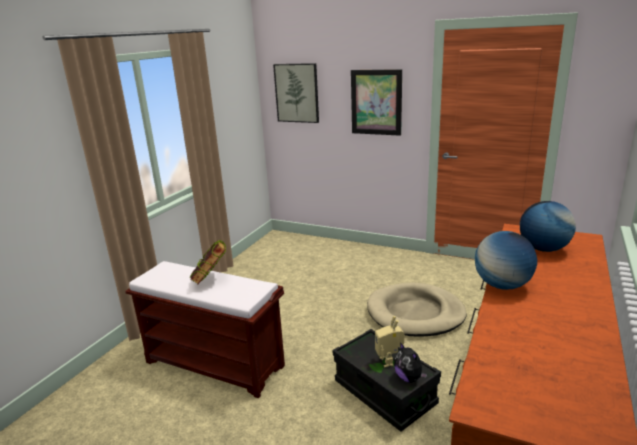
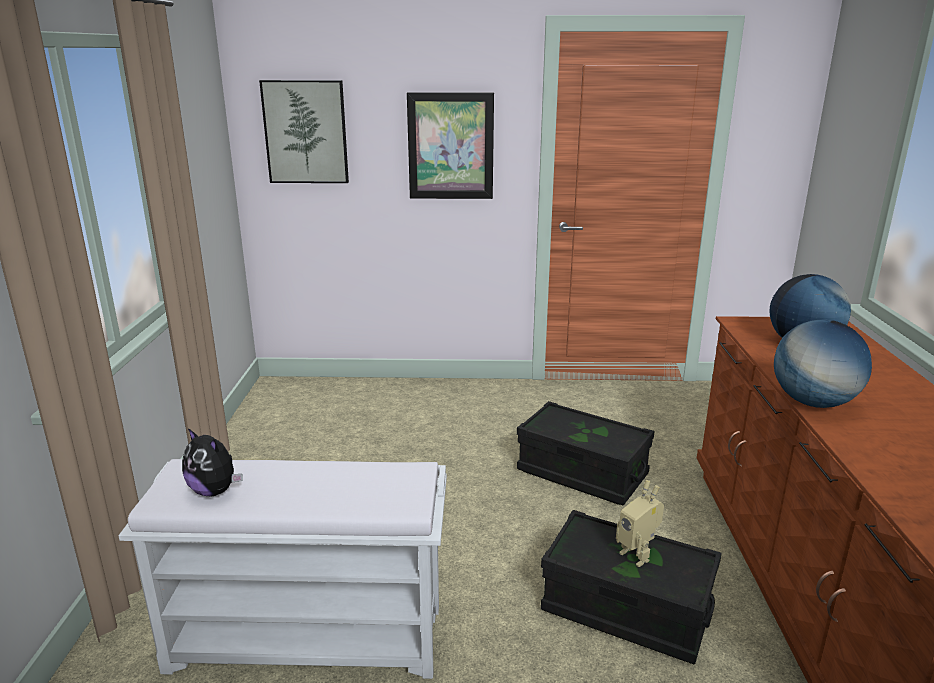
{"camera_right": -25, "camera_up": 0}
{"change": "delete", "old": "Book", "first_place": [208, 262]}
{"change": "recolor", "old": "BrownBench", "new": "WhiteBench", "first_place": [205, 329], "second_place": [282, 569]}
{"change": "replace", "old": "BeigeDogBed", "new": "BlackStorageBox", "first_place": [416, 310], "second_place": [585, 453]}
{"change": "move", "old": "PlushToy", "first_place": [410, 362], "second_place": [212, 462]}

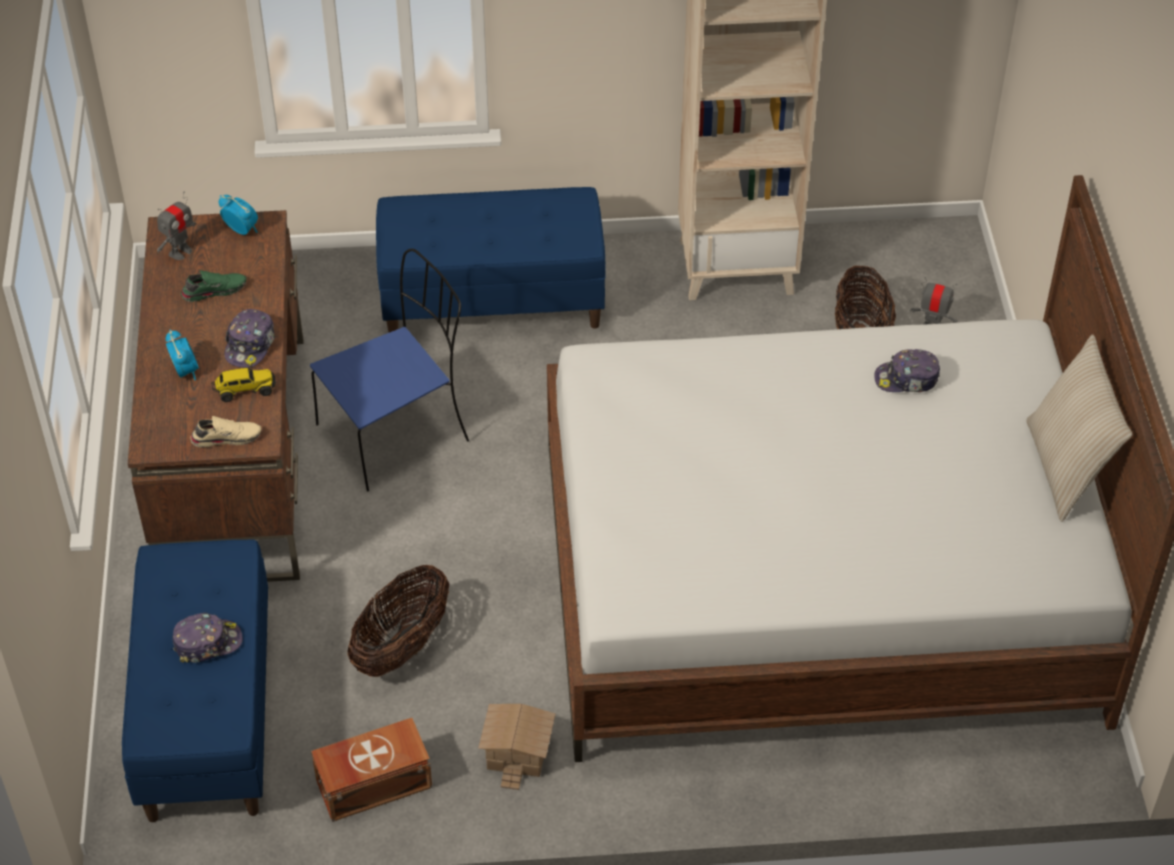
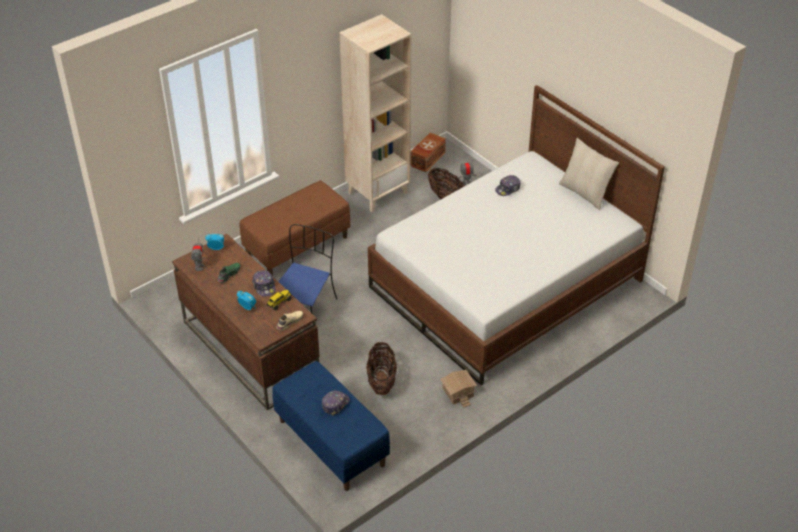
{"camera_right": -35, "camera_up": -5}
{"change": "recolor", "old": "BlueBench", "new": "BrownBench", "first_place": [491, 260], "second_place": [294, 228]}
{"change": "move", "old": "BrownStorageBox", "first_place": [371, 770], "second_place": [428, 152]}

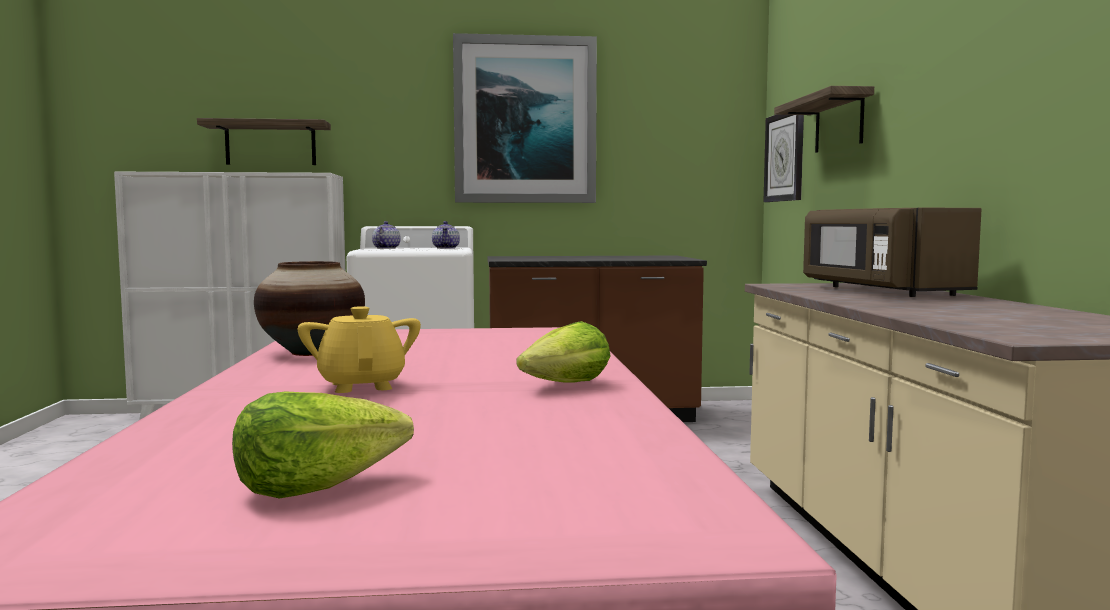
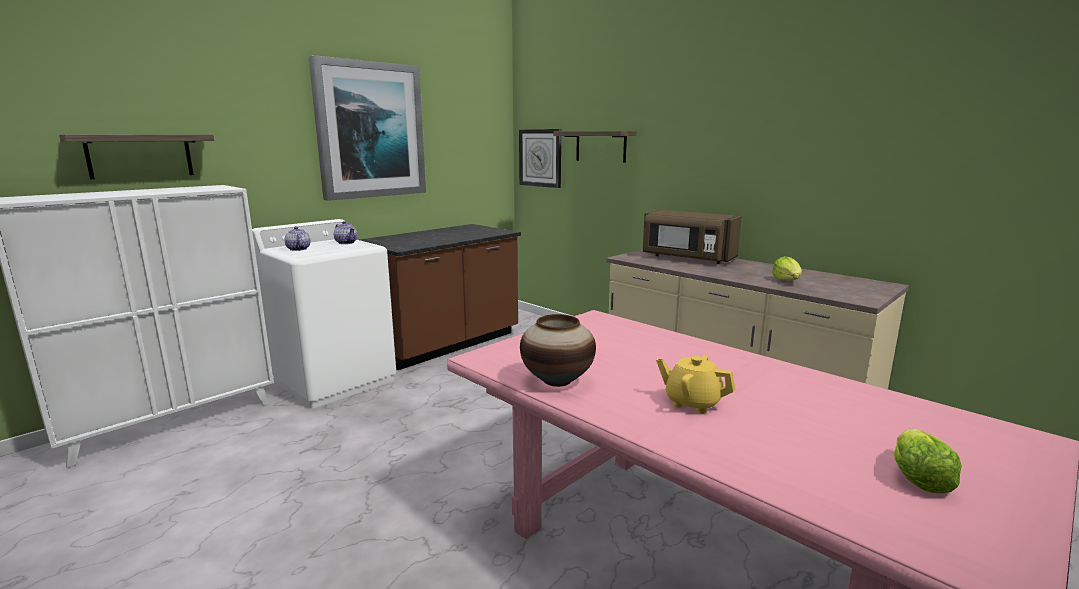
{"camera_right": -40, "camera_up": 10}
{"change": "move", "old": "Lettuce", "first_place": [563, 352], "second_place": [787, 268]}

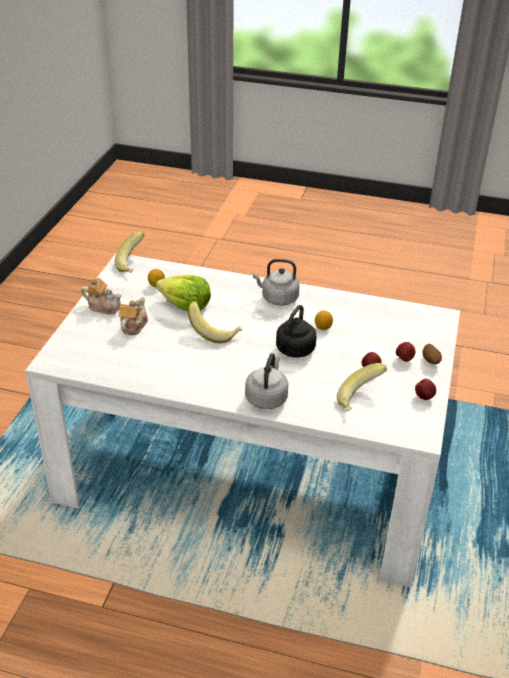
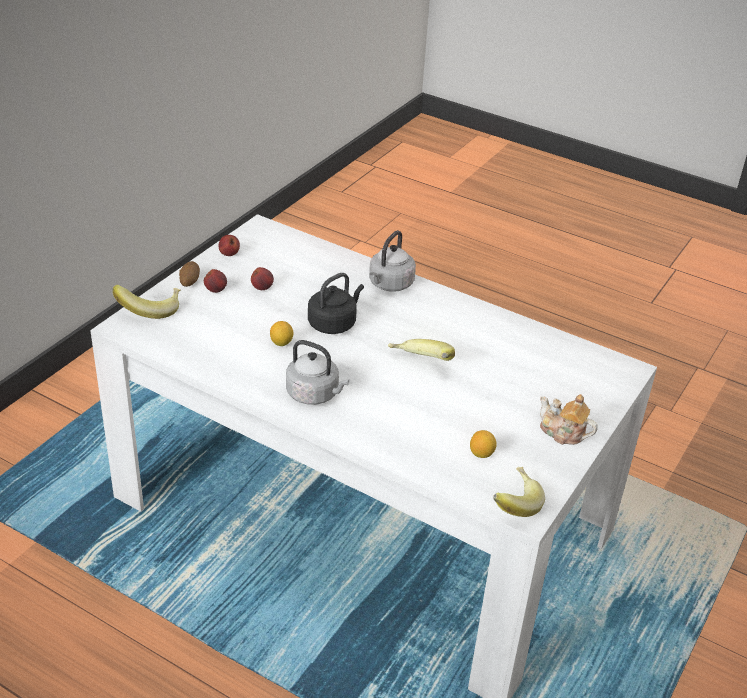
{"camera_right": -165, "camera_up": 0}
{"change": "delete", "old": "Lettuce", "first_place": [183, 293]}
{"change": "delete", "old": "Teapot", "first_place": [133, 316]}
{"change": "move", "old": "Banana", "first_place": [362, 387], "second_place": [147, 302]}

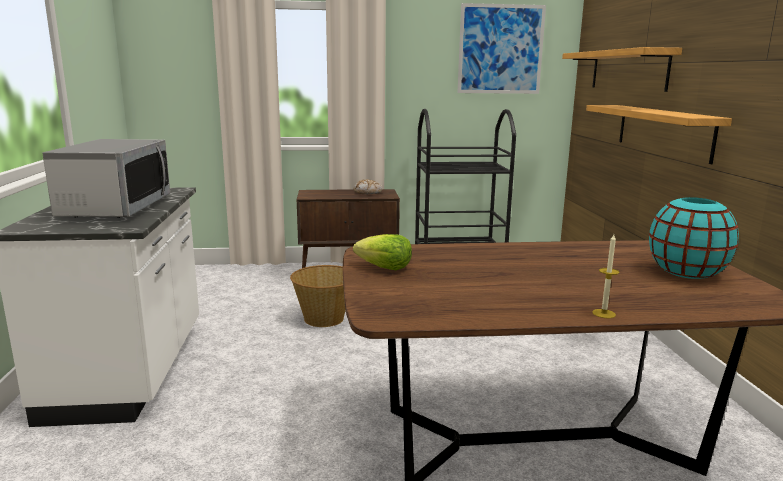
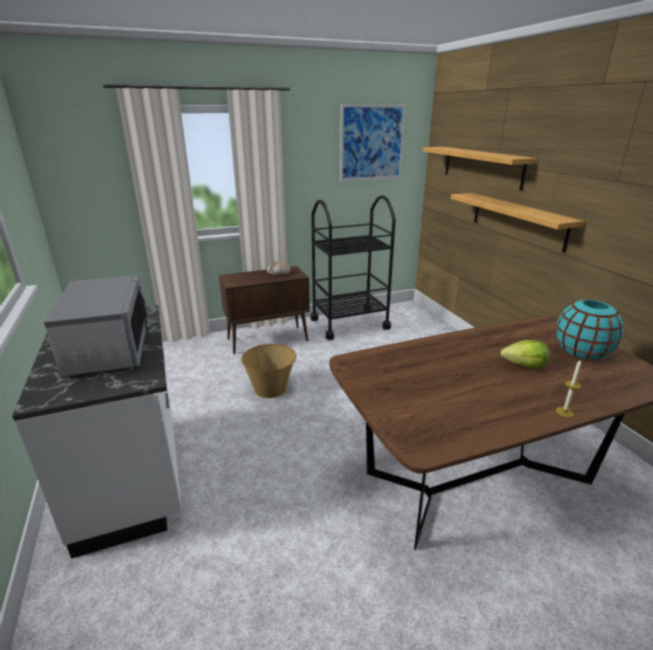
{"camera_right": -15, "camera_up": 10}
{"change": "move", "old": "Lettuce", "first_place": [382, 252], "second_place": [525, 354]}

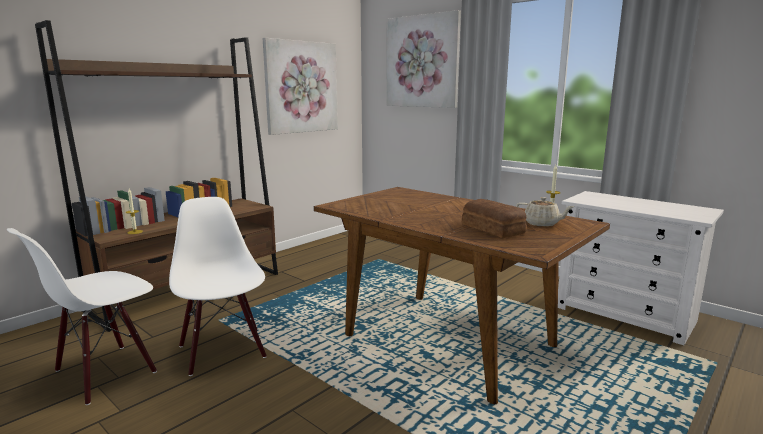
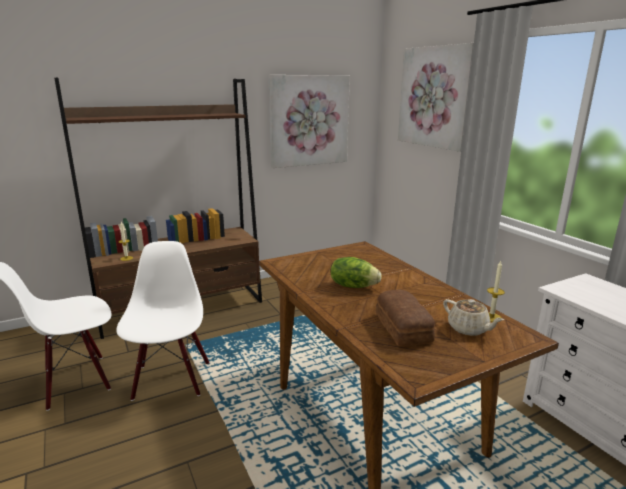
{"camera_right": 20, "camera_up": 5}
{"change": "insert", "new": "Lettuce", "second_place": [356, 272]}

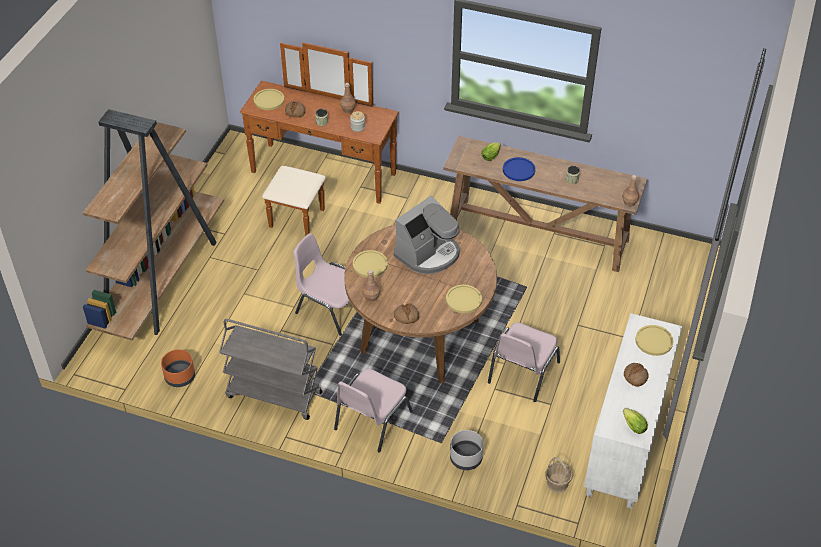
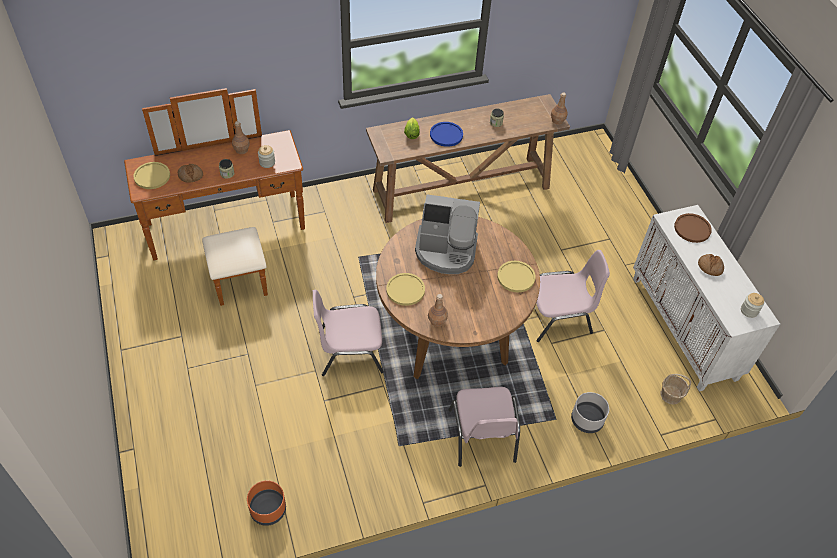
{"camera_right": -40, "camera_up": 5}
{"change": "delete", "old": "BrownBookcase", "first_place": [153, 225]}
{"change": "rotate", "old": "CoffeeMachine", "first_place": [427, 235], "second_place": [447, 234], "degrees": 90}
{"change": "delete", "old": "Bread", "first_place": [406, 314]}
{"change": "delete", "old": "GreyCart", "first_place": [271, 369]}
{"change": "rotate", "old": "PinkChair", "first_place": [524, 362], "second_place": [573, 296], "degrees": -90}
{"change": "recolor", "old": "YellowPlate", "new": "BrownPlate", "first_place": [654, 340], "second_place": [693, 228]}
{"change": "replace", "old": "Lettuce", "new": "Jar", "first_place": [635, 421], "second_place": [752, 305]}

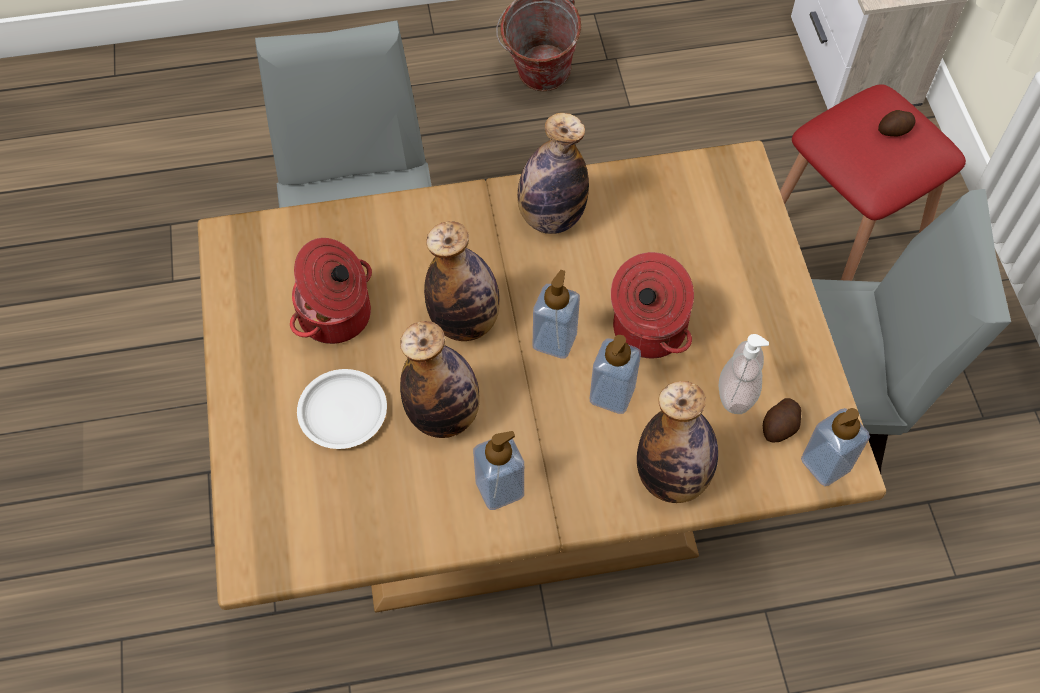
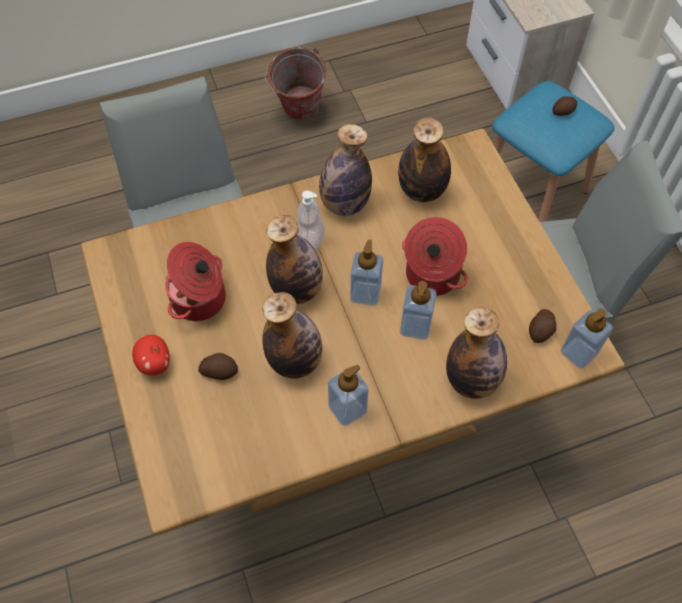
{"camera_right": -10, "camera_up": 0}
{"change": "recolor", "old": "RedStool", "new": "BlueStool", "first_place": [873, 183], "second_place": [553, 151]}
{"change": "move", "old": "SoapDispenser", "first_place": [744, 374], "second_place": [310, 220]}
{"change": "replace", "old": "WhitePlate", "new": "Potato", "first_place": [342, 409], "second_place": [218, 366]}
{"change": "insert", "new": "Bottle", "second_place": [424, 159]}
{"change": "insert", "new": "Apple", "second_place": [151, 355]}

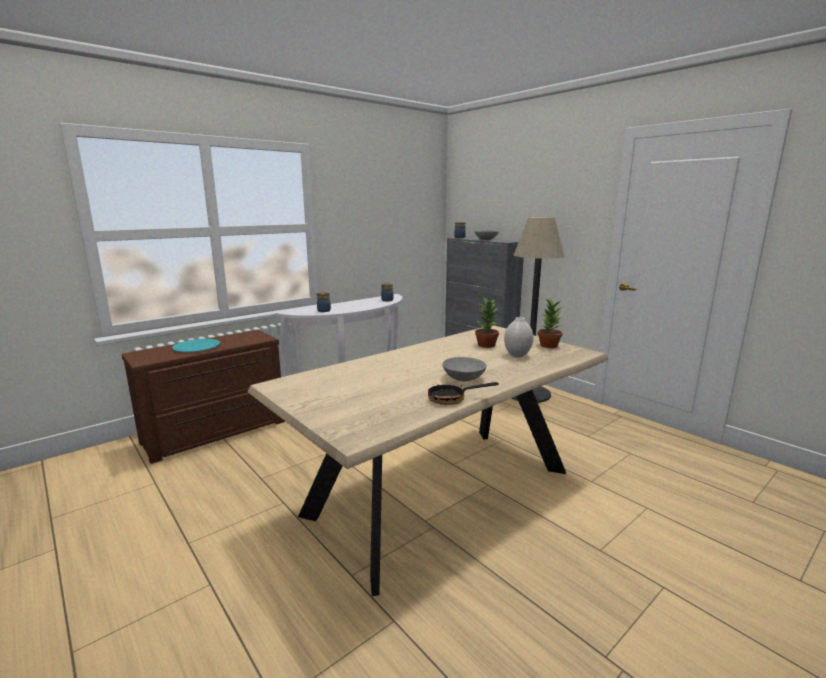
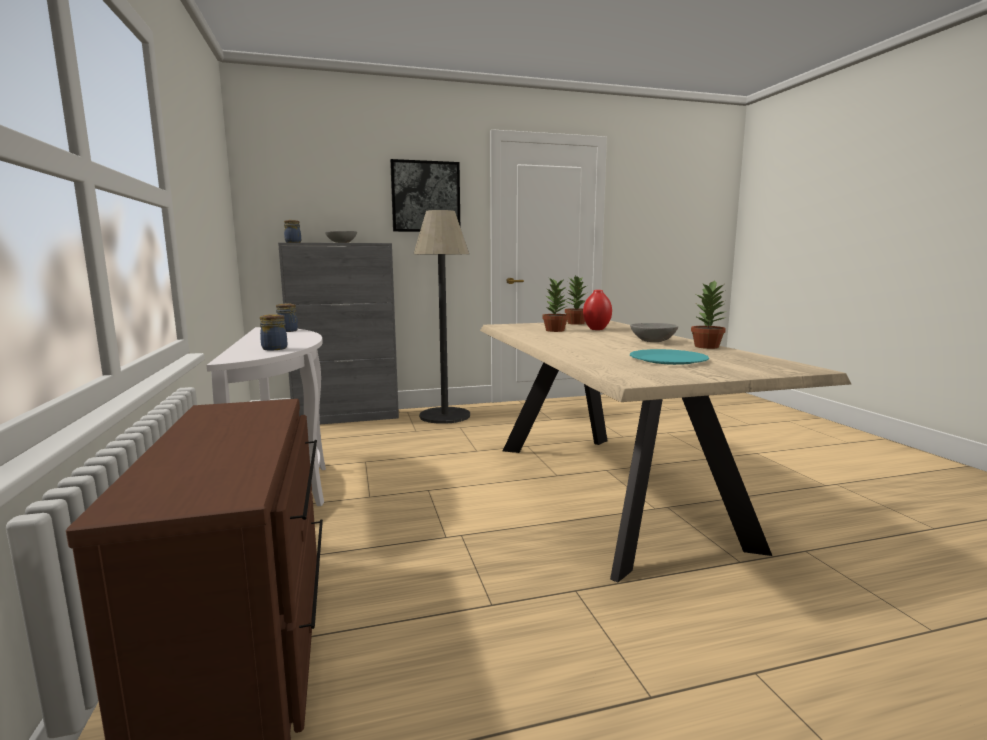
{"camera_right": -65, "camera_up": -5}
{"change": "recolor", "old": "WhiteVase", "new": "RedVase", "first_place": [518, 337], "second_place": [597, 310]}
{"change": "move", "old": "TurquoisePlate", "first_place": [196, 345], "second_place": [669, 357]}
{"change": "replace", "old": "FryingPan", "new": "PottedPlant", "first_place": [463, 393], "second_place": [708, 314]}
{"change": "insert", "new": "Picture", "second_place": [425, 195]}

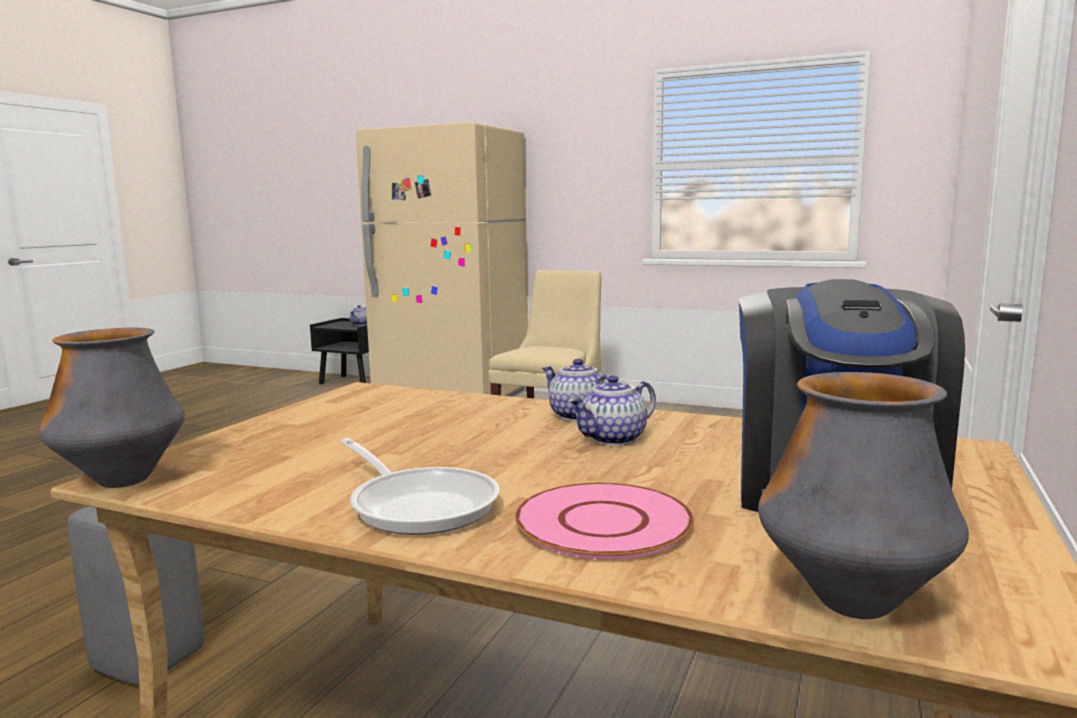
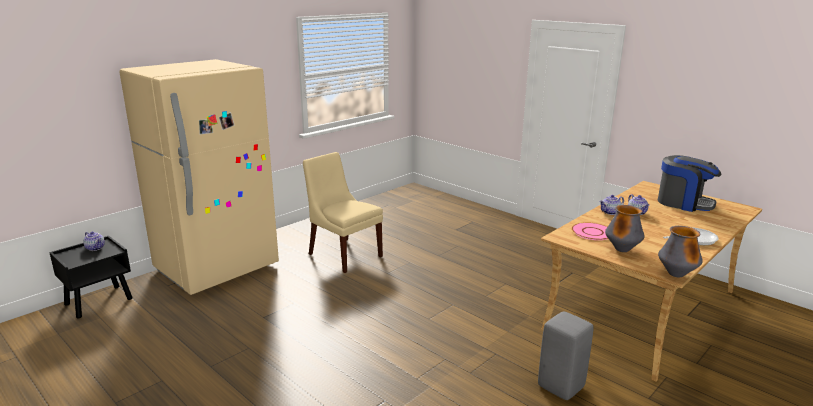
{"camera_right": -70, "camera_up": 10}
{"change": "move", "old": "Vase", "first_place": [863, 495], "second_place": [625, 228]}
{"change": "move", "old": "PinkPlate", "first_place": [604, 521], "second_place": [590, 231]}

